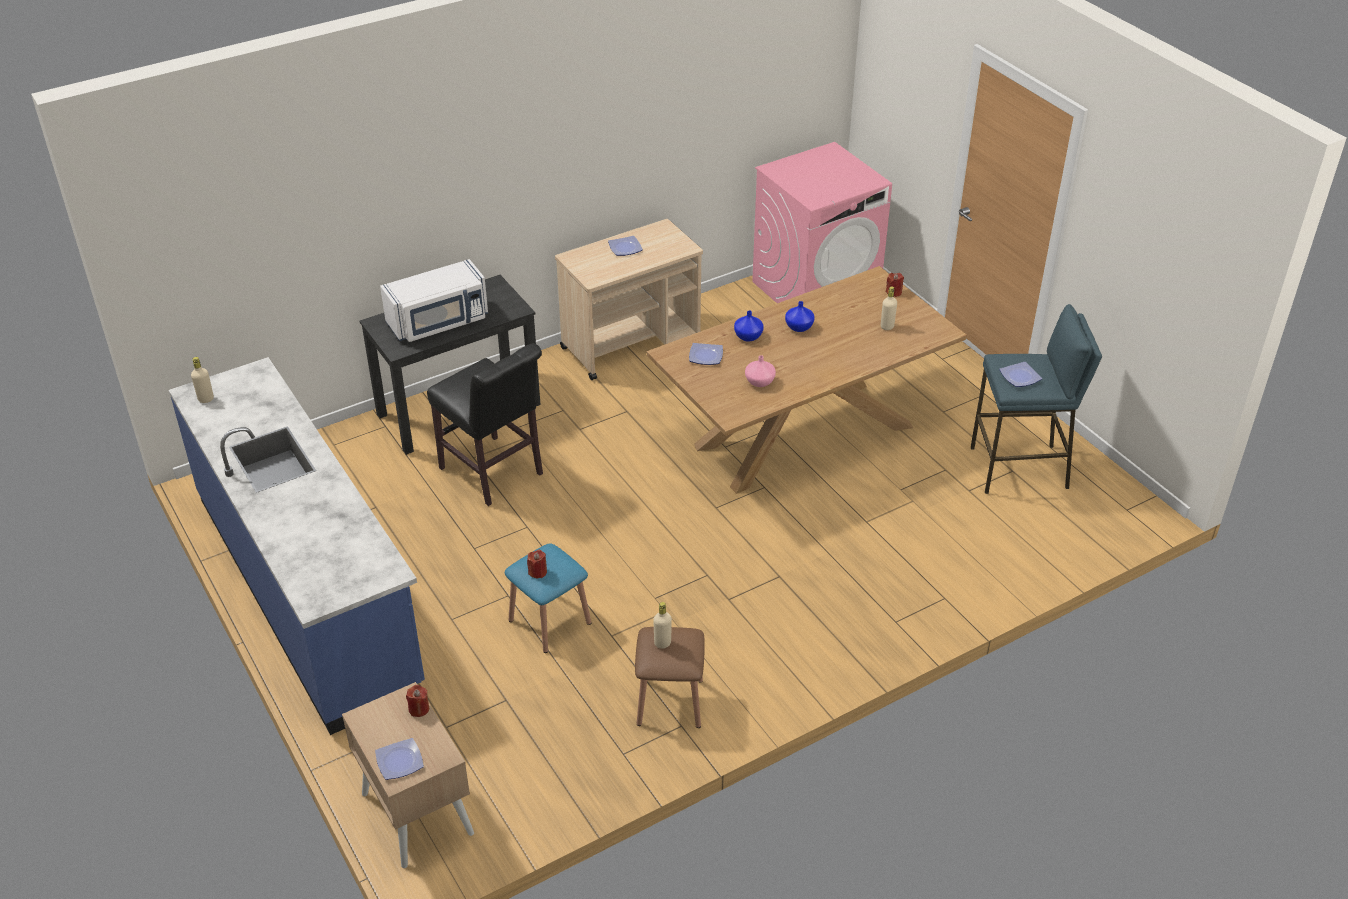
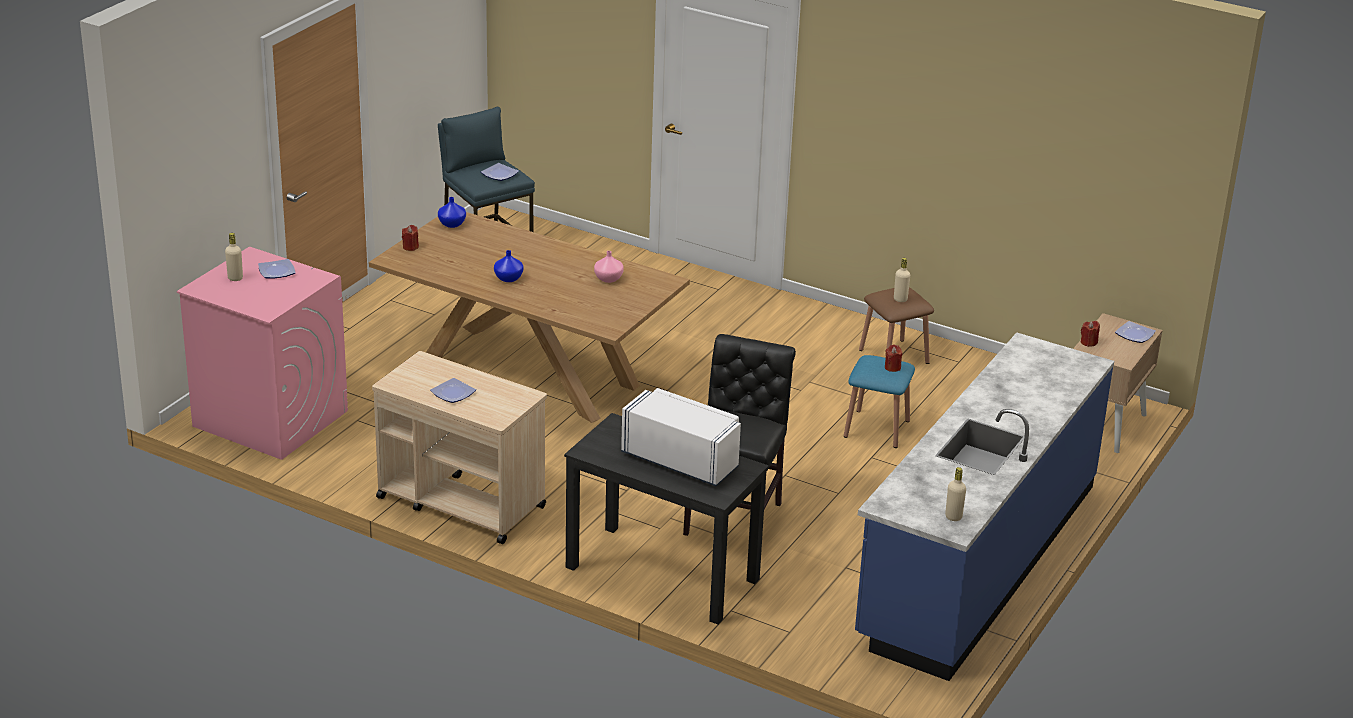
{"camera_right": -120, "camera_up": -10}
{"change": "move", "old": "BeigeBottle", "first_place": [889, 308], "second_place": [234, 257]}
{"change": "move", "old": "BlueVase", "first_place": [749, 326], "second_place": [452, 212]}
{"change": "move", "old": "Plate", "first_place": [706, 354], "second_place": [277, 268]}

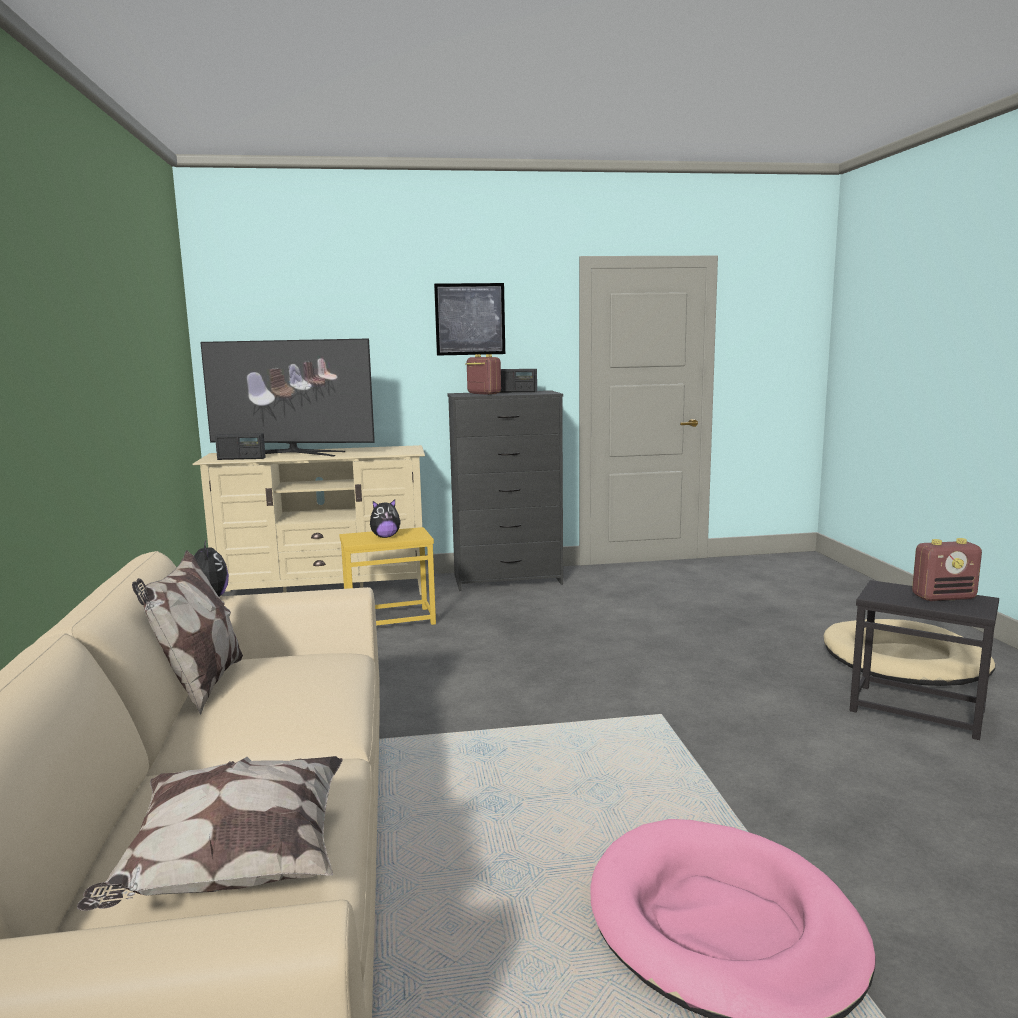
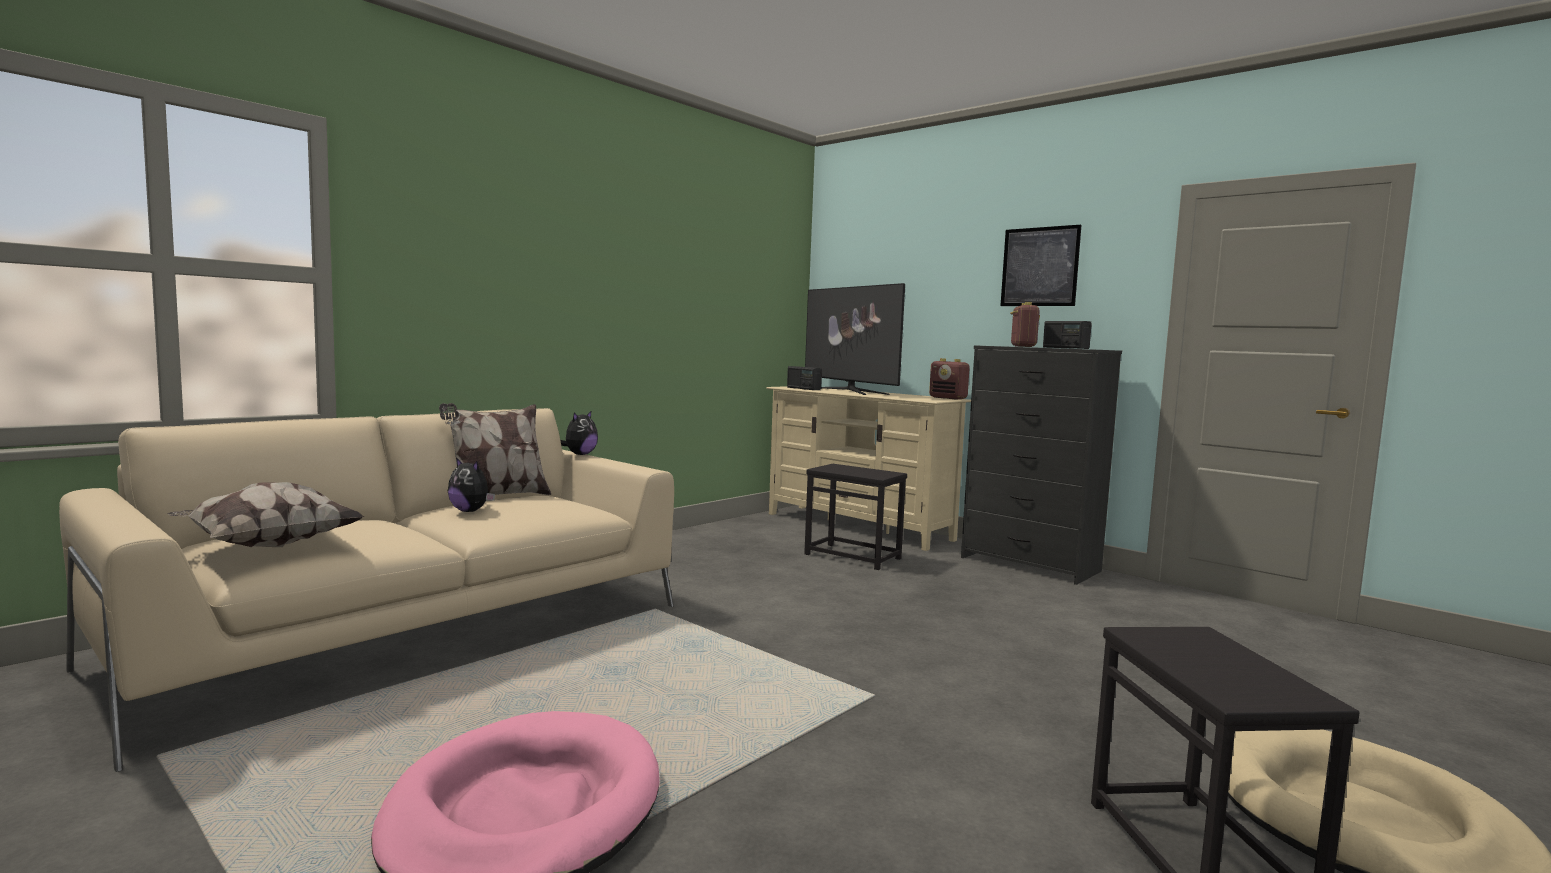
{"camera_right": 50, "camera_up": -5}
{"change": "move", "old": "PlushToy", "first_place": [385, 518], "second_place": [471, 484]}
{"change": "recolor", "old": "YellowSideTable", "new": "BlackSideTable", "first_place": [388, 576], "second_place": [855, 517]}
{"change": "move", "old": "Radio", "first_place": [947, 569], "second_place": [949, 378]}

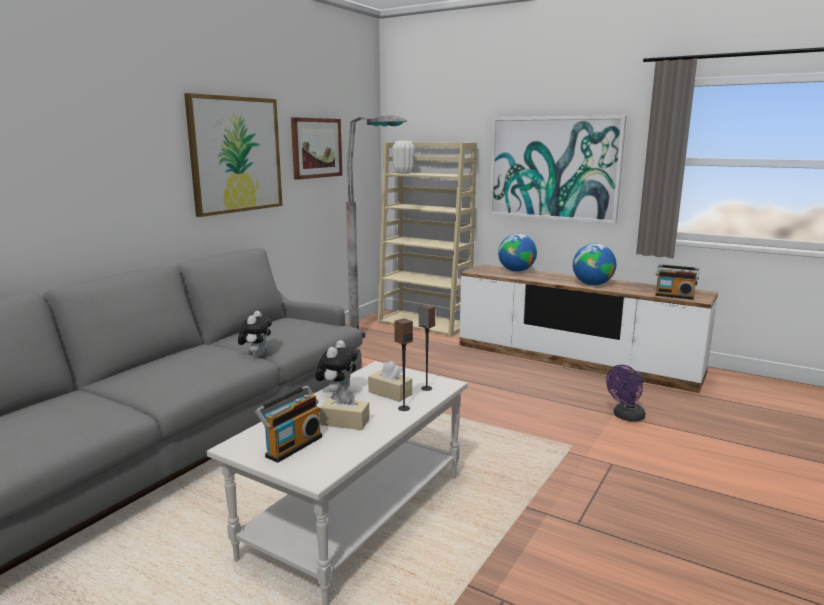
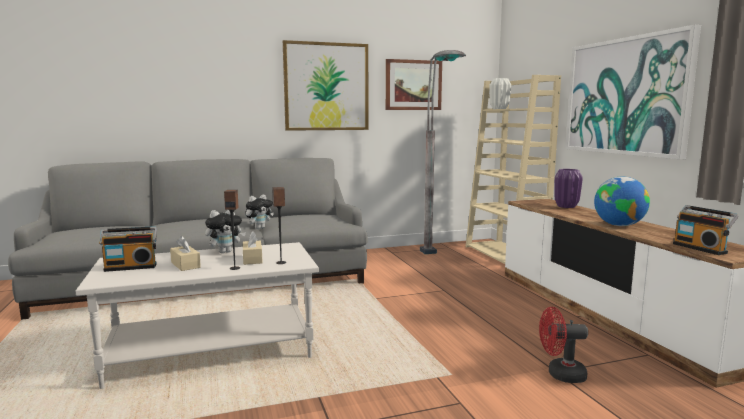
{"camera_right": 40, "camera_up": -5}
{"change": "replace", "old": "Globe", "new": "PurpleVase", "first_place": [517, 253], "second_place": [569, 188]}
{"change": "recolor", "old": "PurpleFan", "new": "RedFan", "first_place": [625, 393], "second_place": [563, 345]}

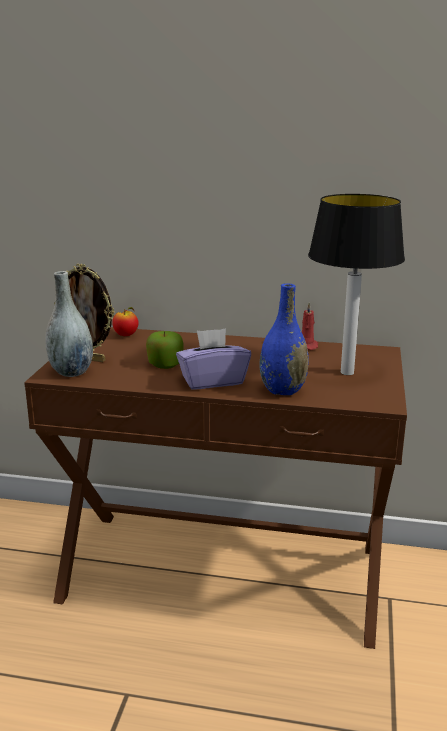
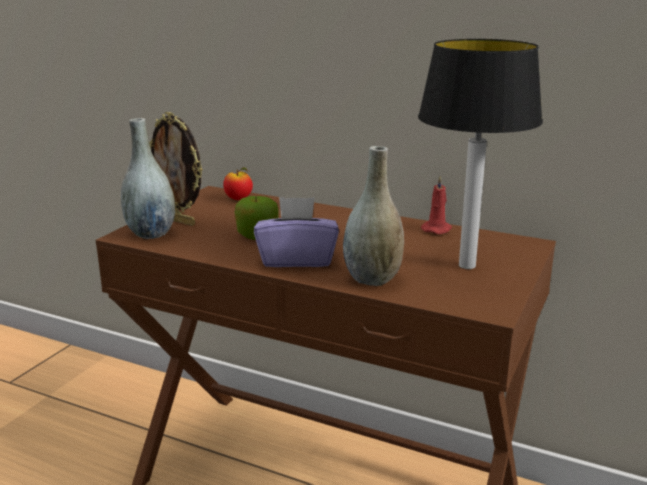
{"camera_right": 15, "camera_up": 0}
{"change": "recolor", "old": "BlueVase", "new": "GreyVase", "first_place": [284, 339], "second_place": [373, 216]}

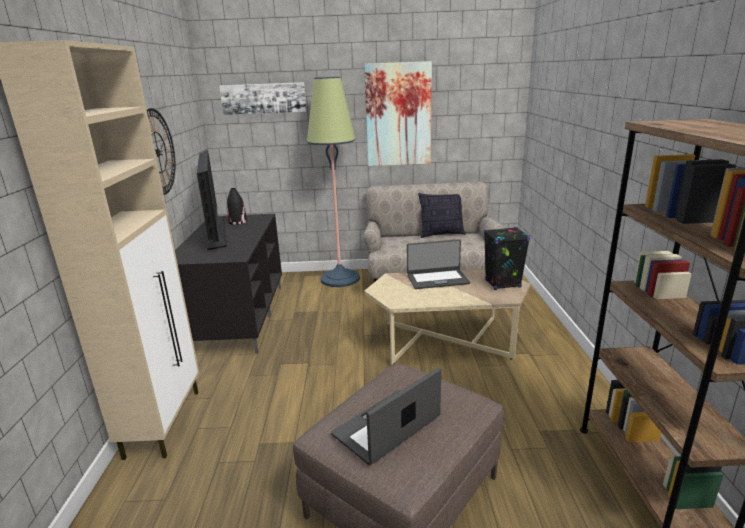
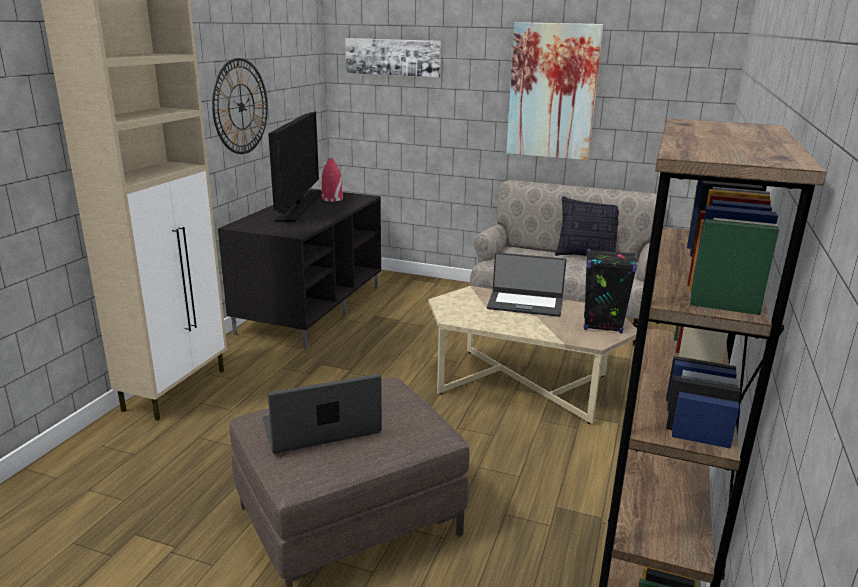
{"camera_right": 20, "camera_up": 0}
{"change": "delete", "old": "FloorLamp", "first_place": [333, 182]}
{"change": "recolor", "old": "BlackVase", "new": "RedVase", "first_place": [236, 206], "second_place": [332, 180]}

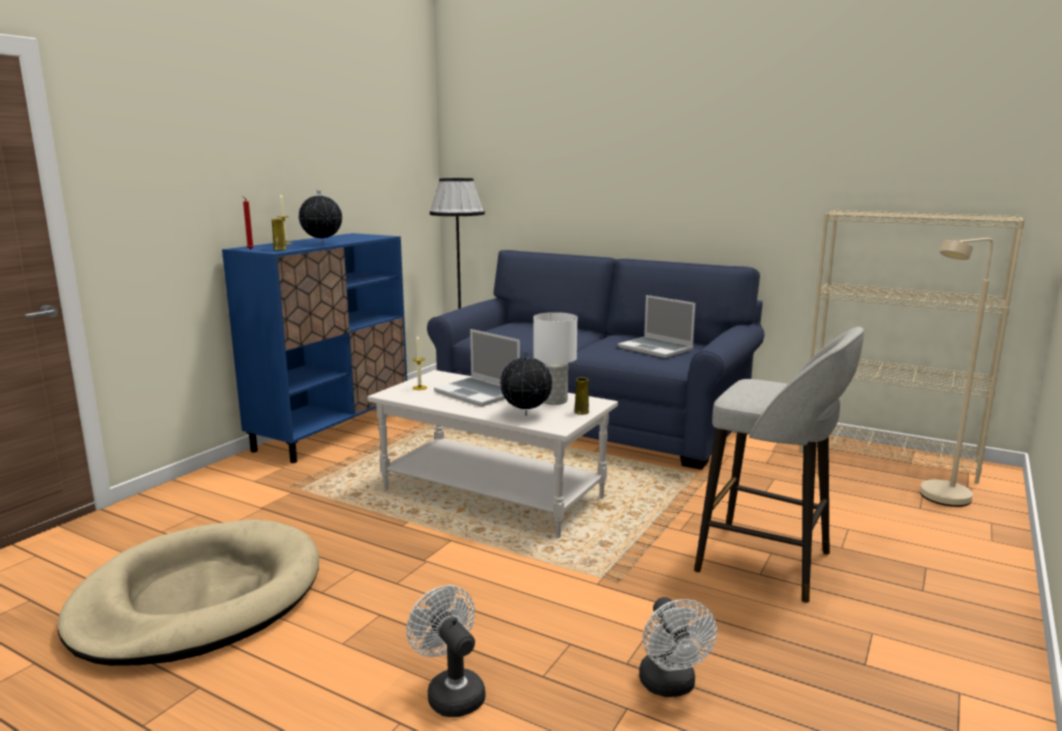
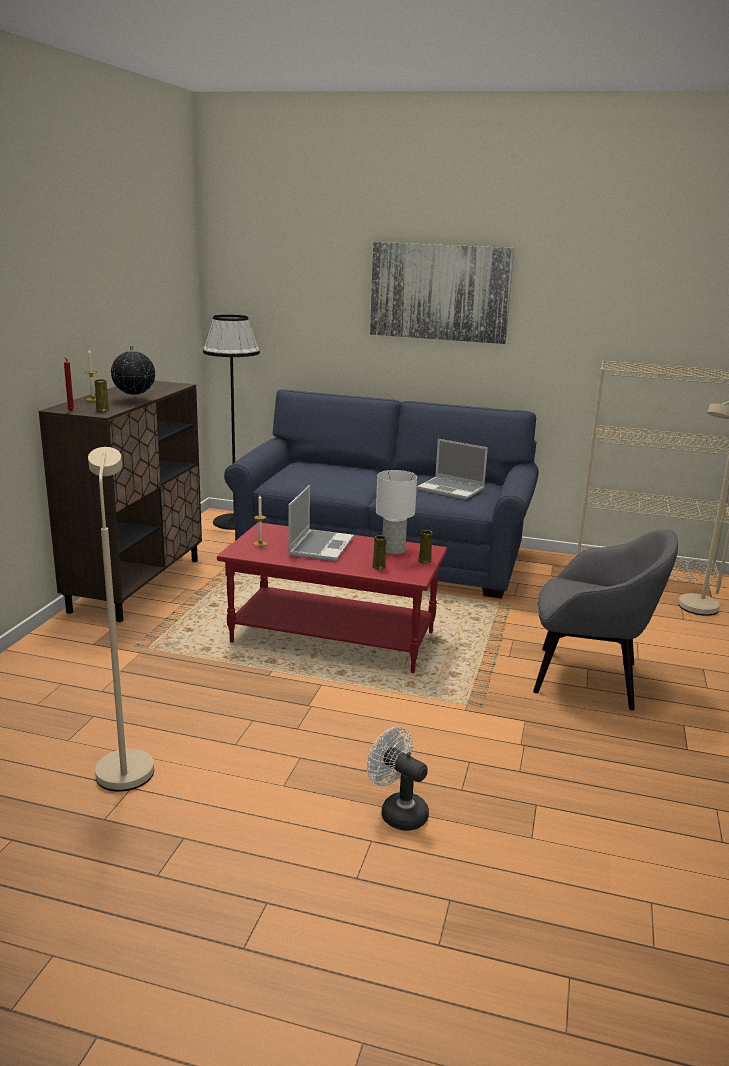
{"camera_right": -15, "camera_up": 5}
{"change": "recolor", "old": "BlueCabinet", "new": "BrownCabinet", "first_place": [314, 348], "second_place": [120, 501]}
{"change": "replace", "old": "GreyStool", "new": "GreyArmchair", "first_place": [779, 465], "second_place": [605, 619]}
{"change": "rotate", "old": "Laptop", "first_place": [477, 368], "second_place": [321, 523], "degrees": -105}
{"change": "replace", "old": "Globe", "new": "YellowVase", "first_place": [526, 383], "second_place": [379, 552]}
{"change": "recolor", "old": "WhiteCoffeeTable", "new": "RedCoffeeTable", "first_place": [492, 454], "second_place": [332, 598]}
{"change": "replace", "old": "BeigeDogBed", "new": "BeigeFloorLamp", "first_place": [188, 592], "second_place": [121, 619]}
{"change": "delete", "old": "WhiteFan", "first_place": [678, 647]}
{"change": "insert", "new": "Picture", "second_place": [442, 293]}

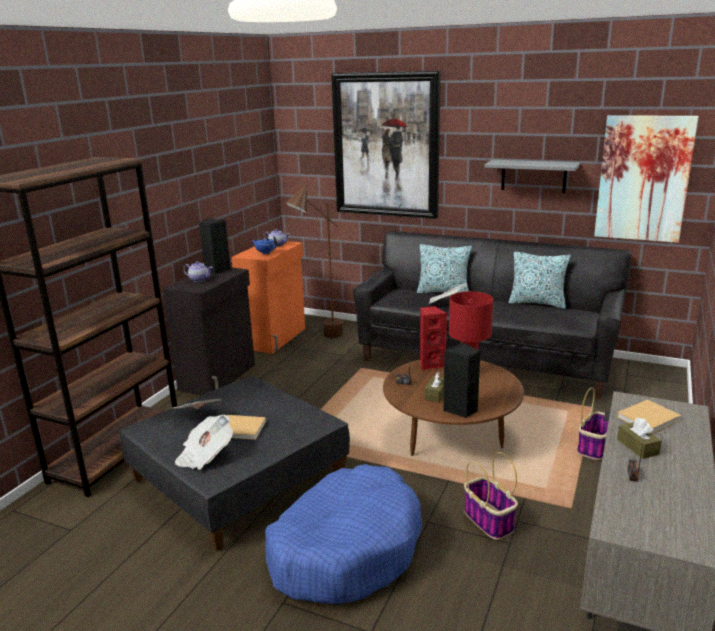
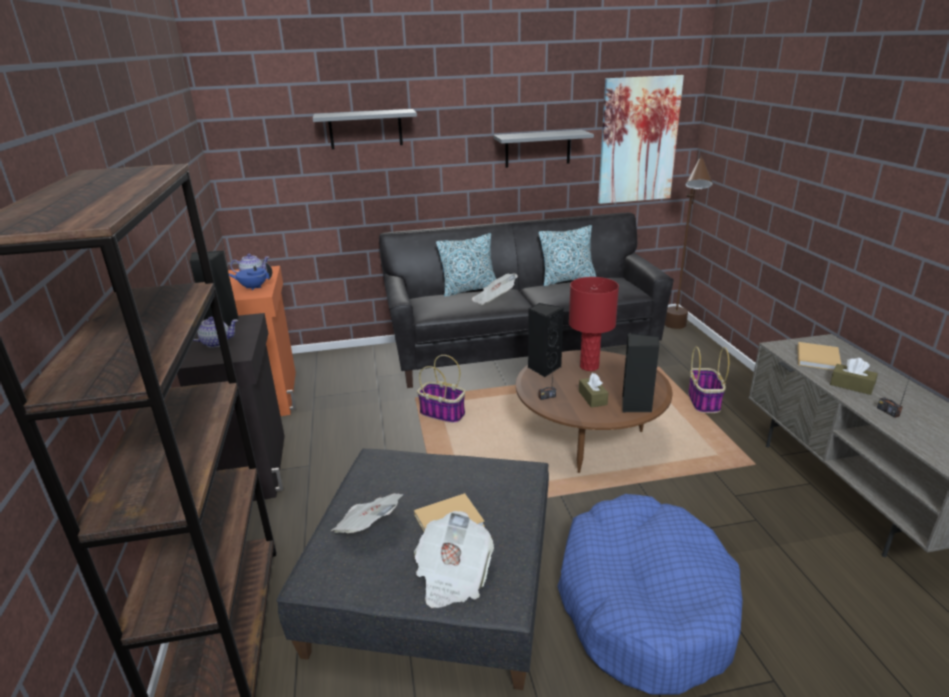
{"camera_right": -35, "camera_up": 5}
{"change": "replace", "old": "Picture", "new": "GreyShelf", "first_place": [386, 145], "second_place": [365, 129]}
{"change": "move", "old": "BrownFloorLamp", "first_place": [314, 261], "second_place": [689, 242]}
{"change": "recolor", "old": "RedSpeaker", "new": "BlackSpeaker", "first_place": [433, 338], "second_place": [546, 340]}
{"change": "move", "old": "Basket", "first_place": [491, 496], "second_place": [441, 389]}

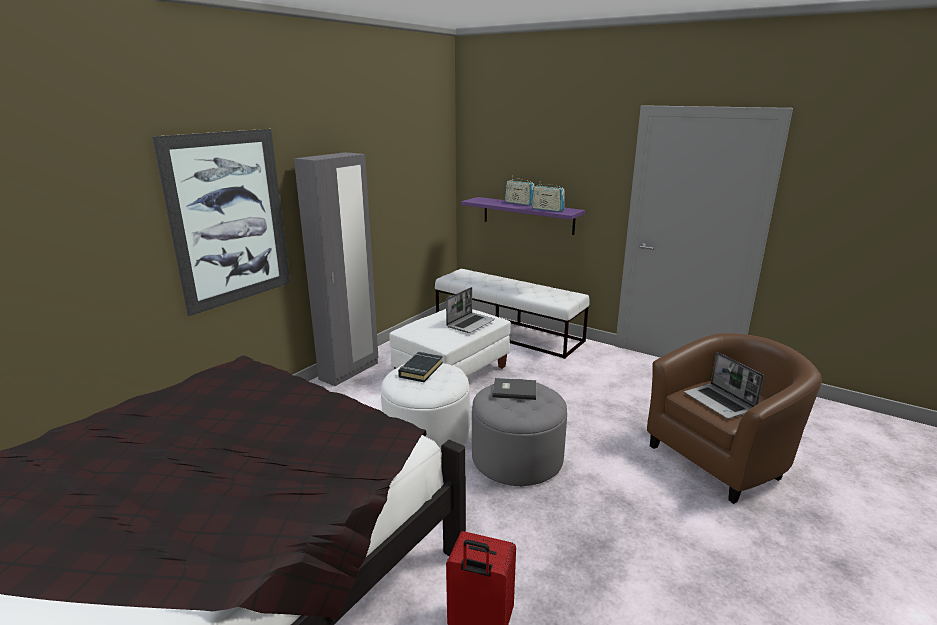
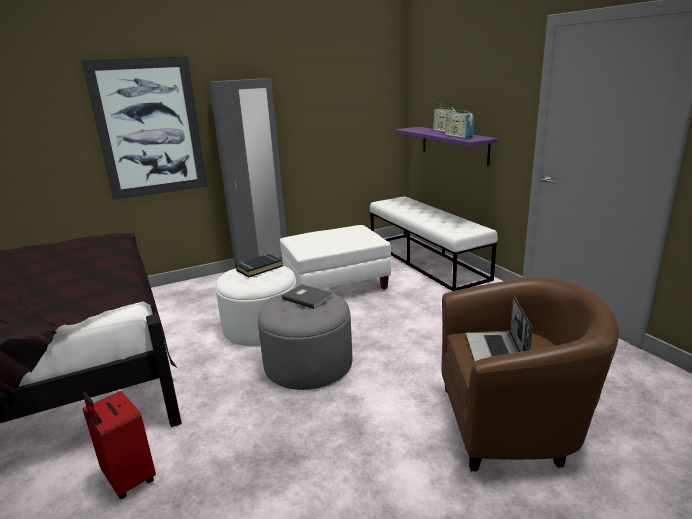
{"camera_right": 30, "camera_up": 0}
{"change": "delete", "old": "Laptop", "first_place": [470, 310]}

